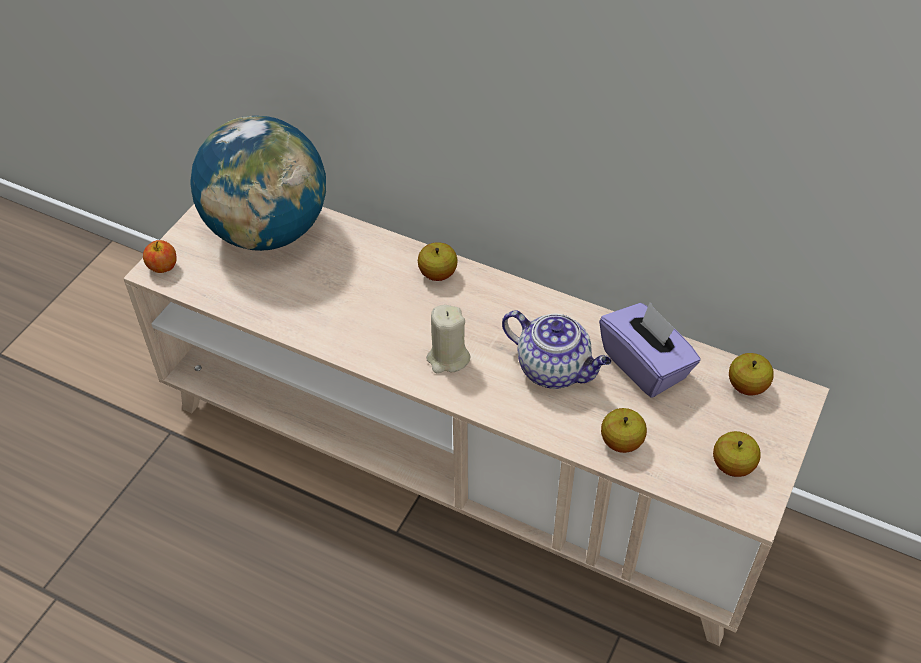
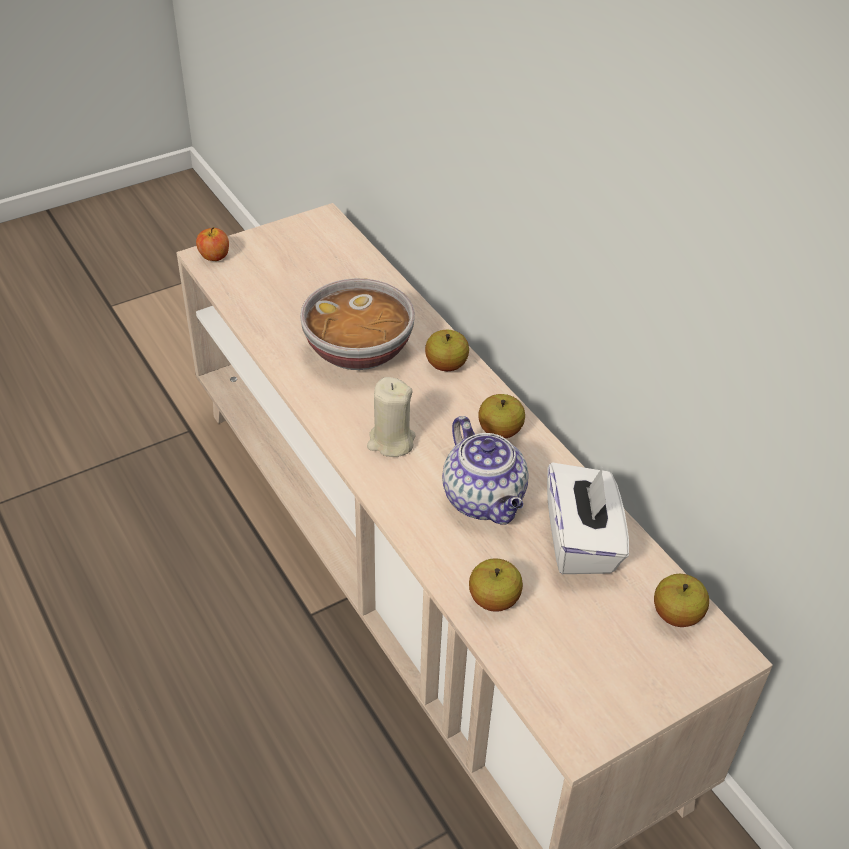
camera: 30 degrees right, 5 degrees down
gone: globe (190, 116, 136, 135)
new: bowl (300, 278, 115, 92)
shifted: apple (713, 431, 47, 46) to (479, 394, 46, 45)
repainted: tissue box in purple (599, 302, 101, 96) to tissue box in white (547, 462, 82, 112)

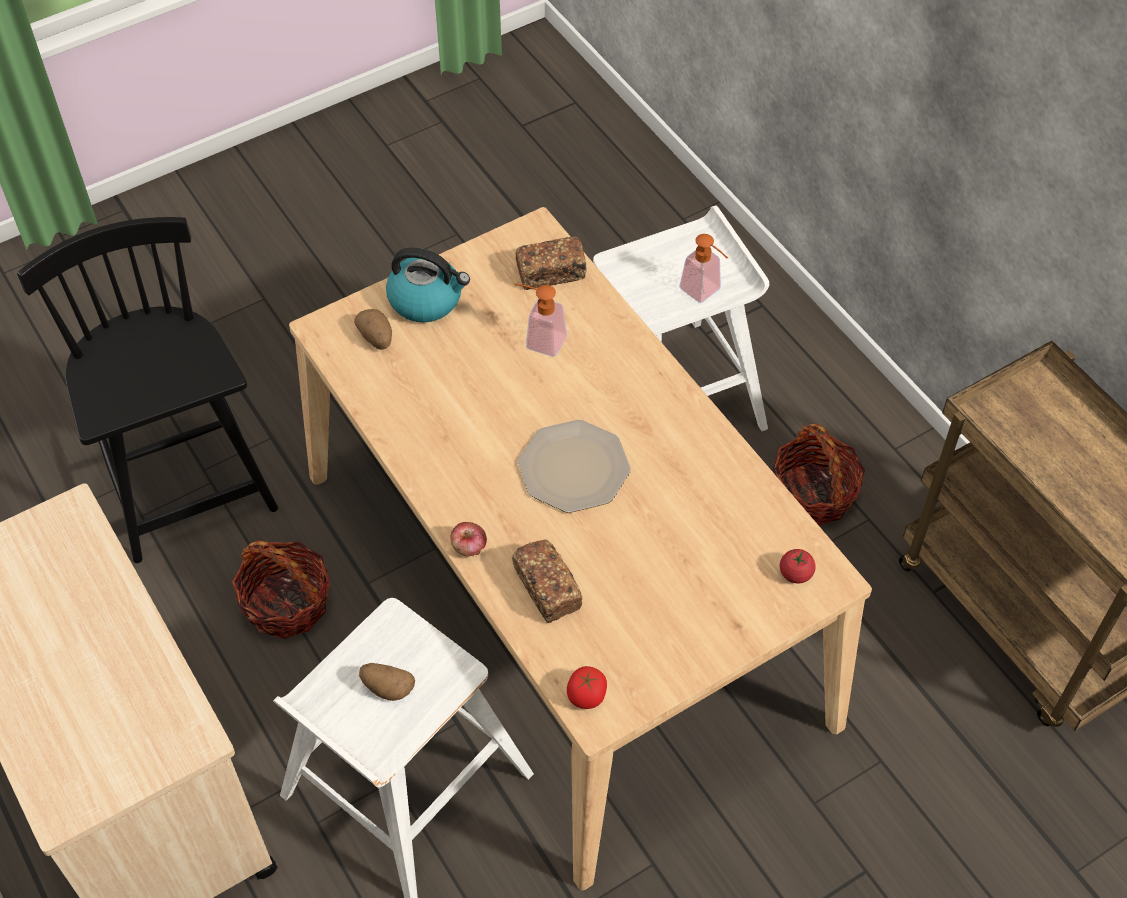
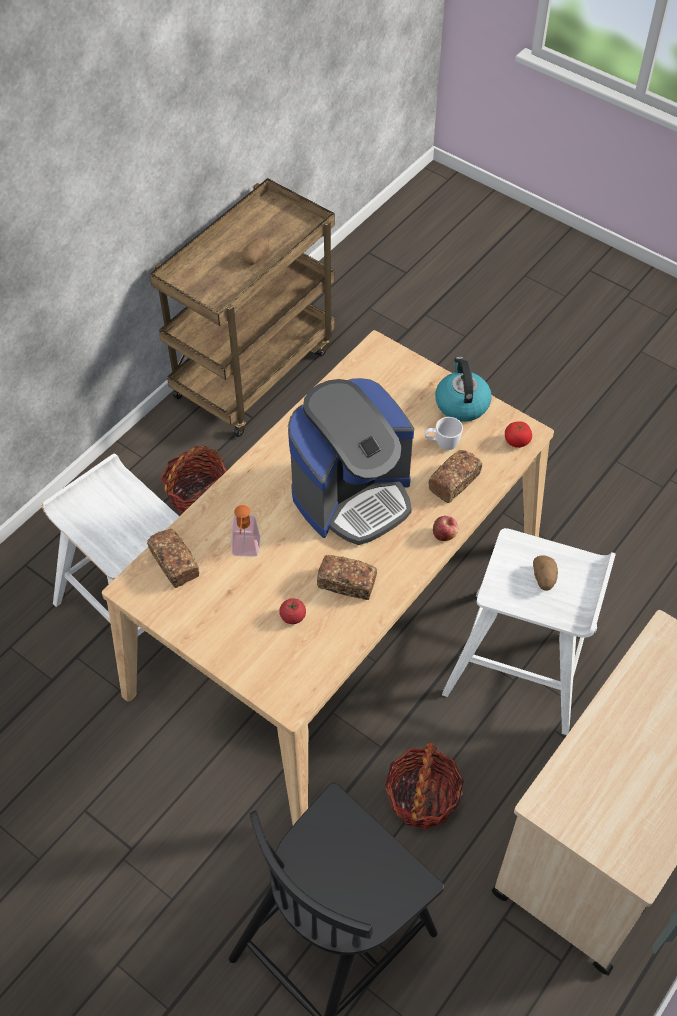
camera: 110 degrees left, 0 degrees up
gone: soap dispenser (679, 234, 49, 69)
new: bread (317, 555, 60, 45); mug in white (424, 417, 39, 33)
shifted: potato (354, 309, 38, 41) to (242, 237, 27, 28); kettle (386, 248, 84, 74) to (435, 357, 57, 65); tomato (780, 549, 36, 34) to (279, 598, 27, 26)
swapped: plate (518, 420, 113, 93) to coffee machine (288, 378, 126, 167)

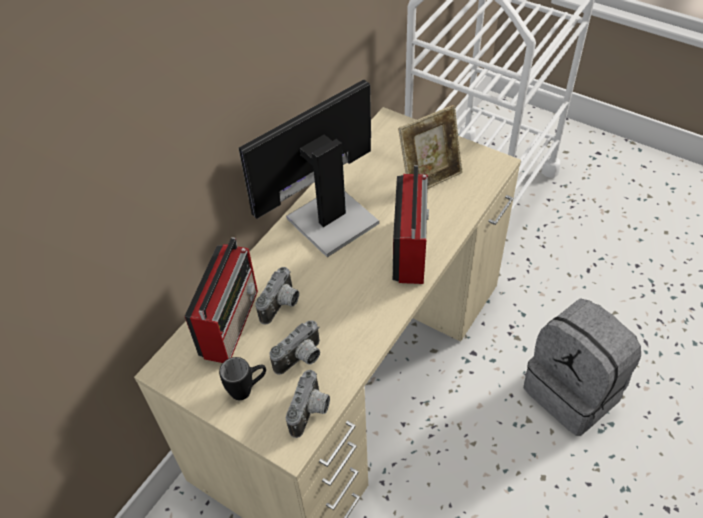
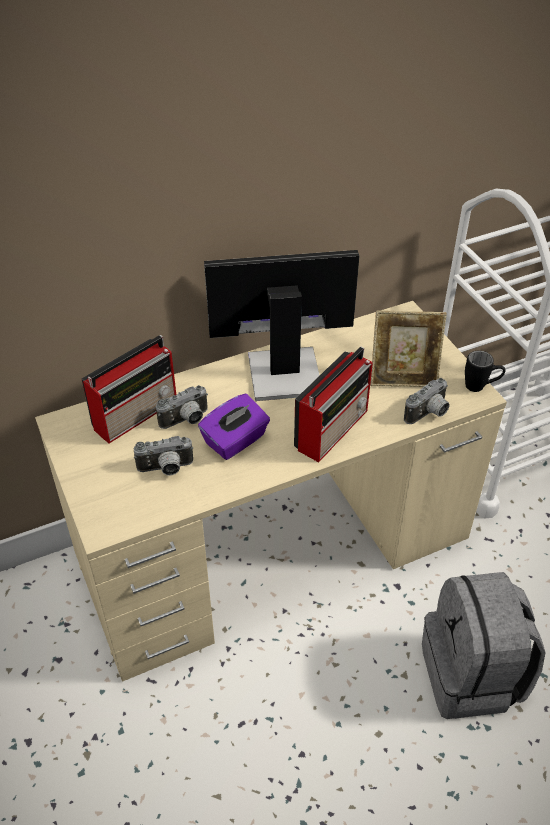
camera: 30 degrees right, 5 degrees down
new: tissue box in purple (198, 394, 72, 66)
shifted: mug in black (219, 357, 47, 43) to (465, 351, 41, 41); photo camera (286, 370, 44, 68) to (404, 378, 45, 46)

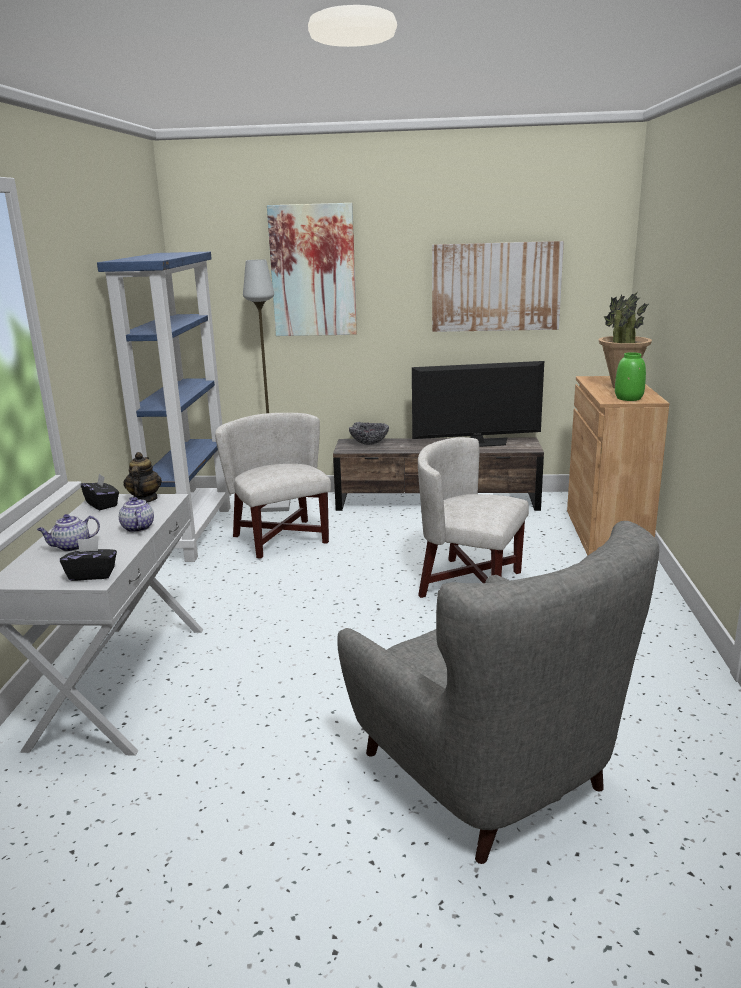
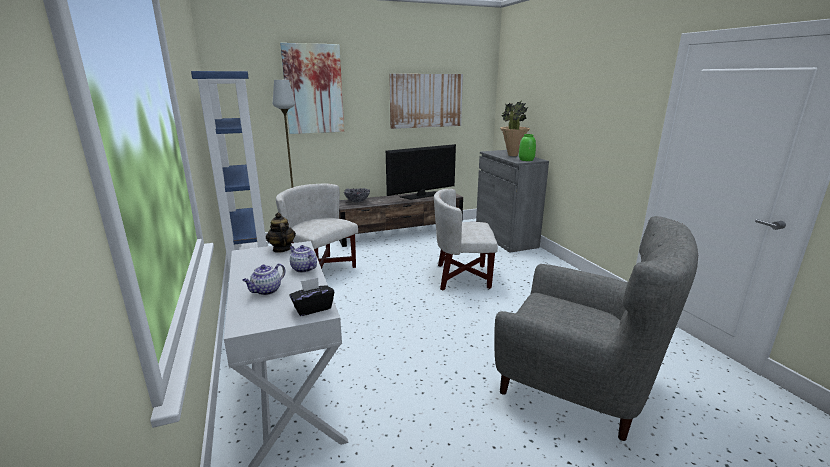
camera: 25 degrees left, 0 degrees up
gone: tissue box in black (81, 474, 38, 36)
repainted: cabinet in brown (567, 376, 102, 180) to cabinet in grey (476, 150, 73, 103)

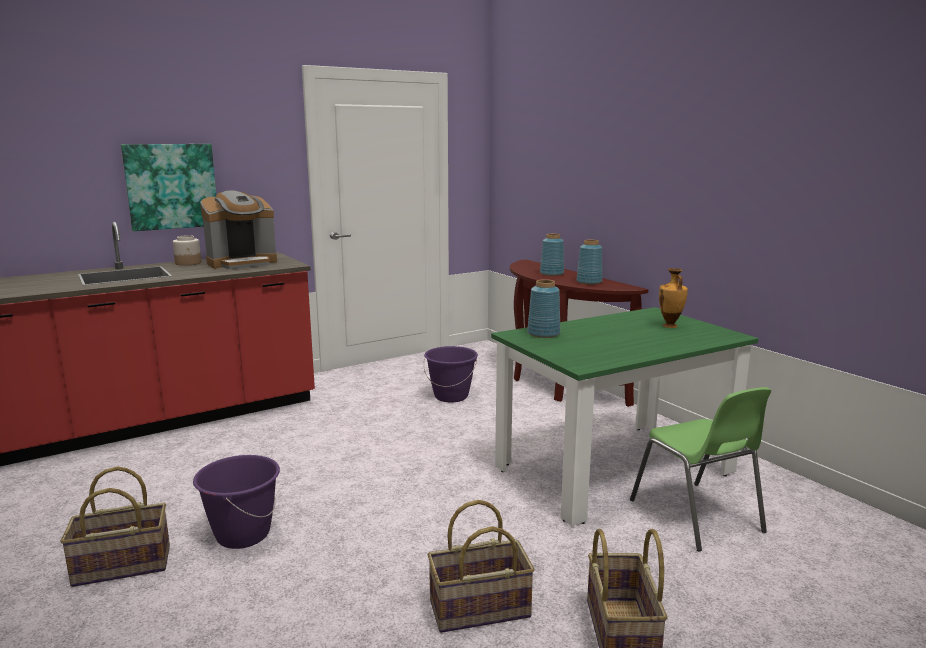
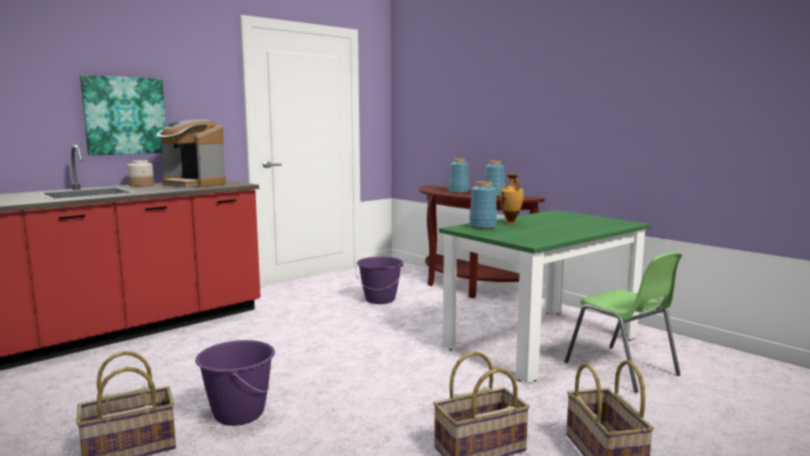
camera: 10 degrees left, 5 degrees down
shifted: vase (659, 268, 29, 60) to (500, 174, 24, 51)
rotated: coffee machine (200, 190, 77, 79) = (157, 119, 69, 68) 75 degrees clockwise

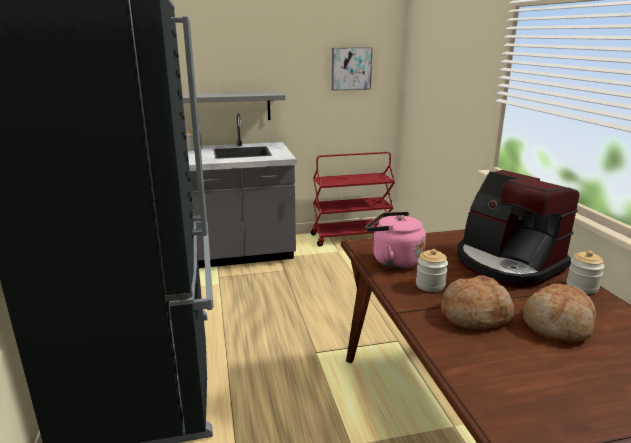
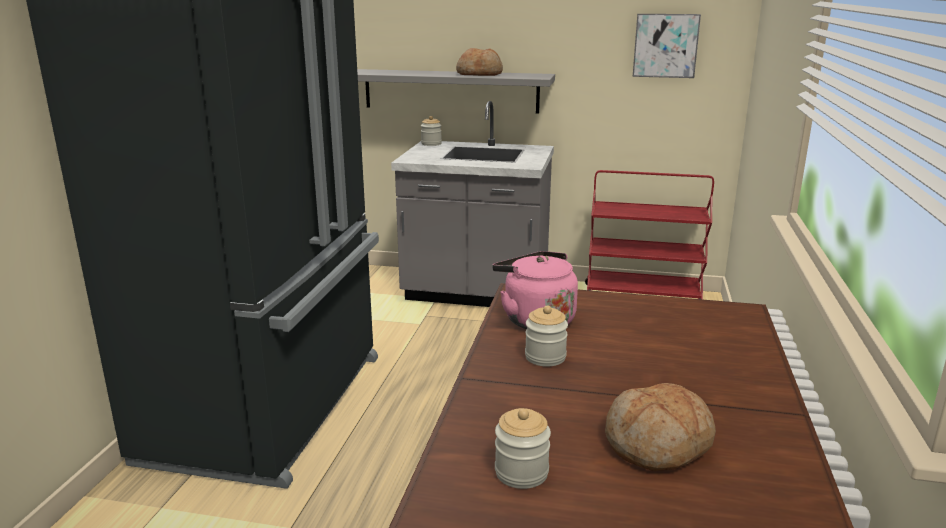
camera: 25 degrees right, 0 degrees up
gone: coffee machine (457, 170, 122, 118)
shifted: bread (441, 275, 73, 54) to (456, 48, 47, 28); jar (566, 250, 39, 44) to (495, 408, 56, 81)

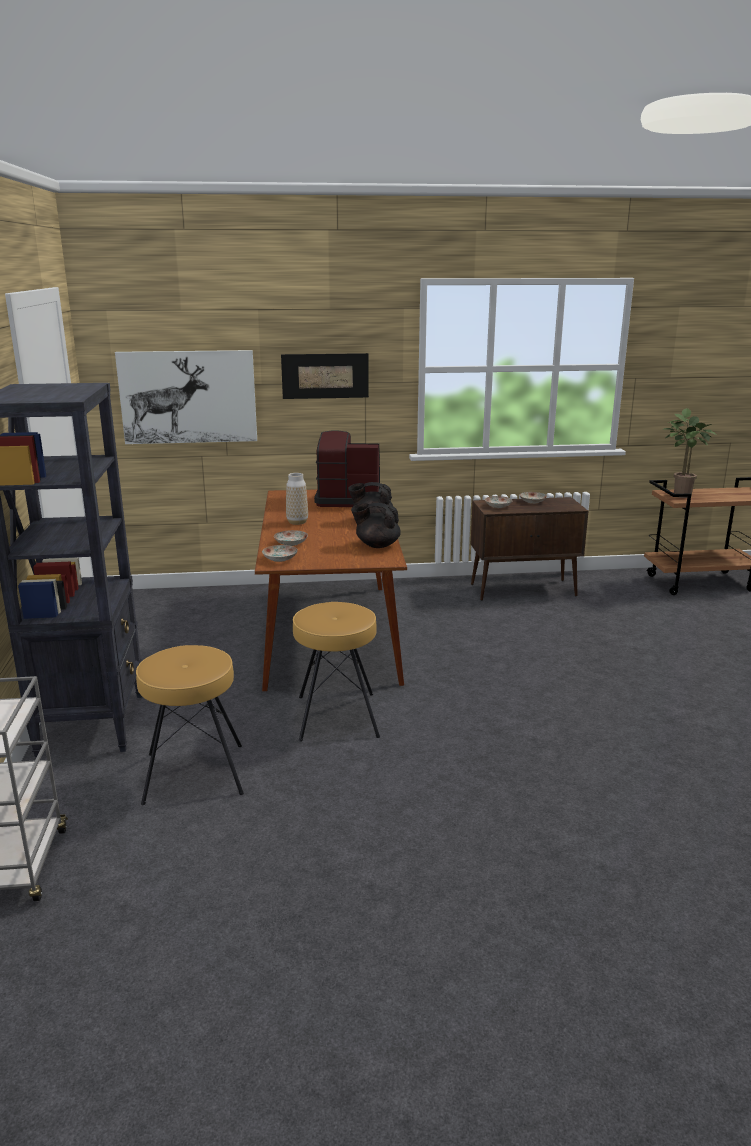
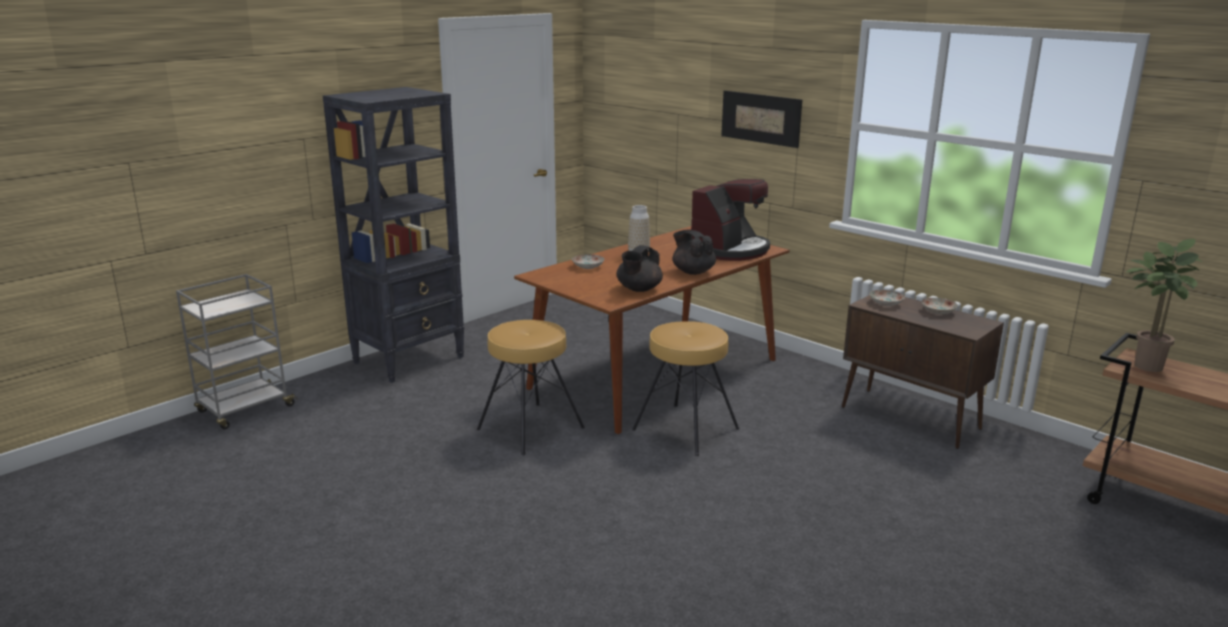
camera: 50 degrees right, 0 degrees up
gone: picture (115, 350, 142, 94); plate (262, 545, 36, 17)
shifted: stool in brown (136, 645, 108, 160) to (632, 321, 107, 135)
rotated: coffee machine (314, 430, 67, 77) = (691, 179, 79, 82) 75 degrees clockwise; teapot in black (351, 503, 50, 45) = (617, 245, 46, 47) 120 degrees counterclockwise

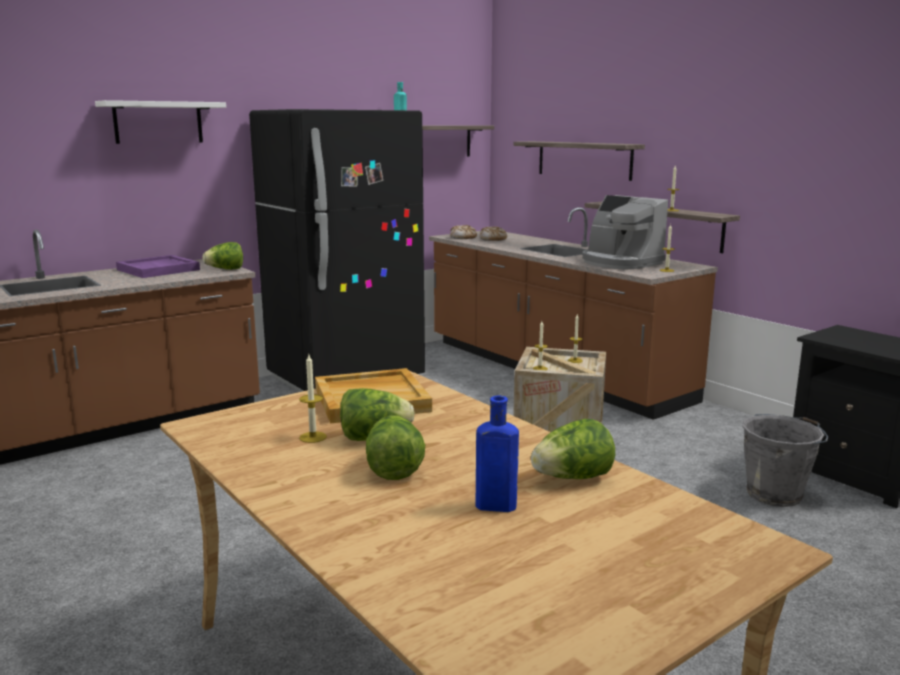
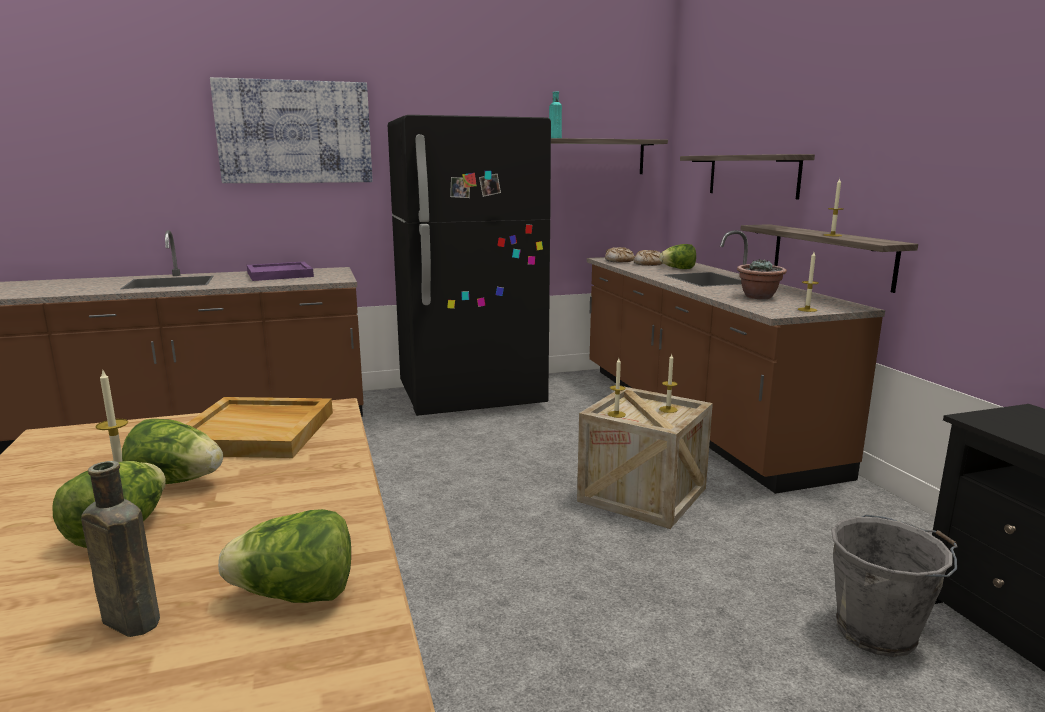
camera: 20 degrees right, 0 degrees up
shifted: lettuce (202, 242, 41, 28) to (659, 244, 37, 25)
swapped: shelf in white (95, 100, 131, 44) to picture (210, 77, 163, 106); coffee machine (582, 195, 86, 74) to potted plant (737, 259, 50, 40)
repainted: bottle in blue (475, 396, 44, 116) to bottle in brown (81, 461, 79, 176)

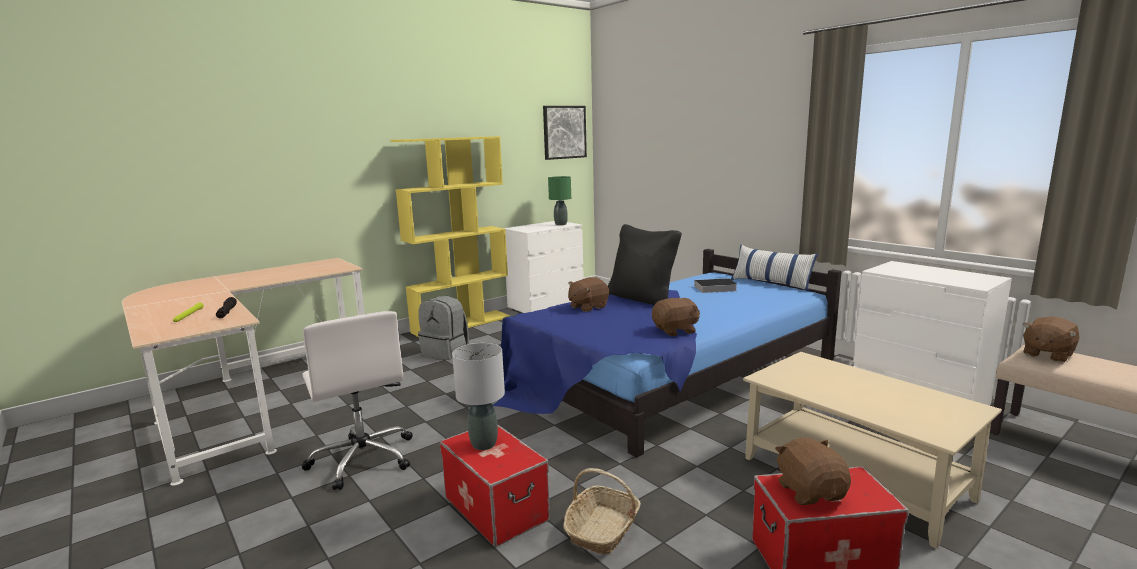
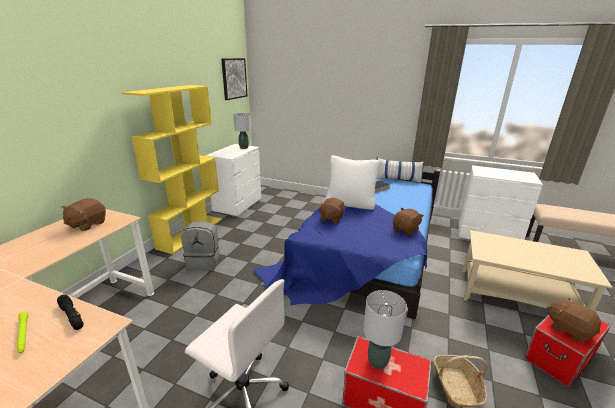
camera: 30 degrees left, 10 degrees up
shifted: plush toy in brown (1022, 317, 58, 45) to (62, 198, 44, 33)
repainted: table lamp in green (548, 176, 23, 49) to table lamp in grey (233, 113, 18, 36); pillow in black (608, 224, 74, 81) to pillow in white (325, 155, 55, 55)

